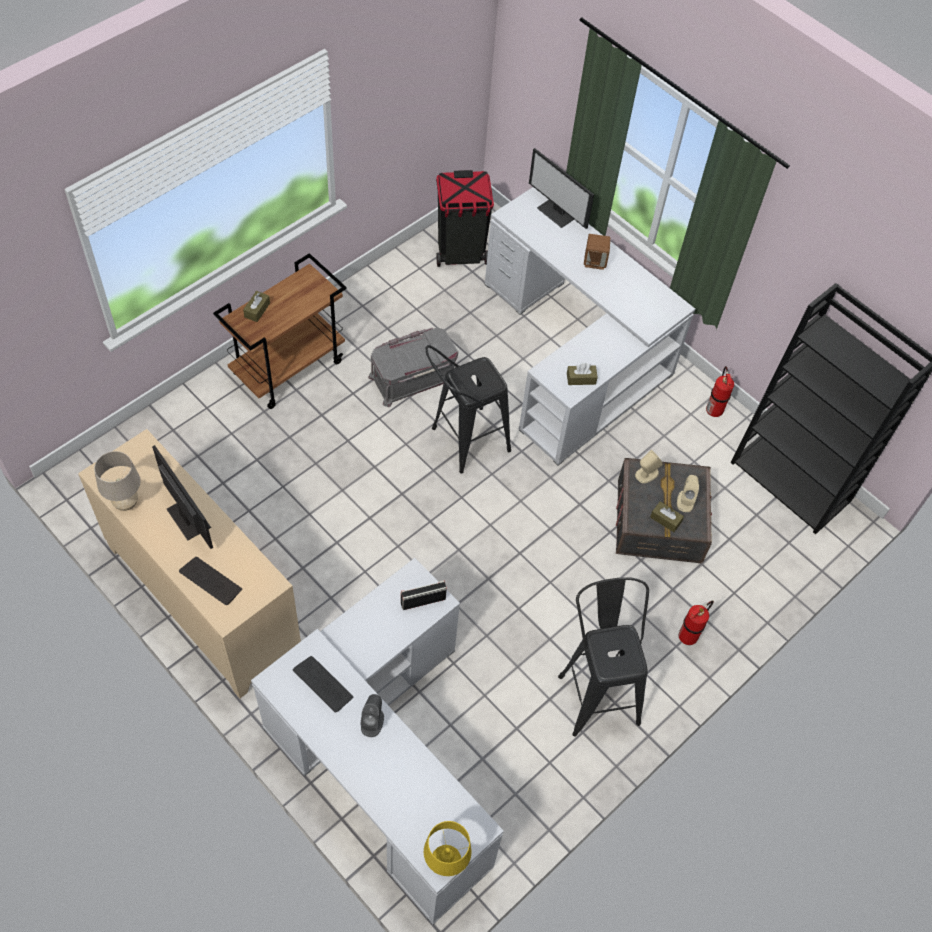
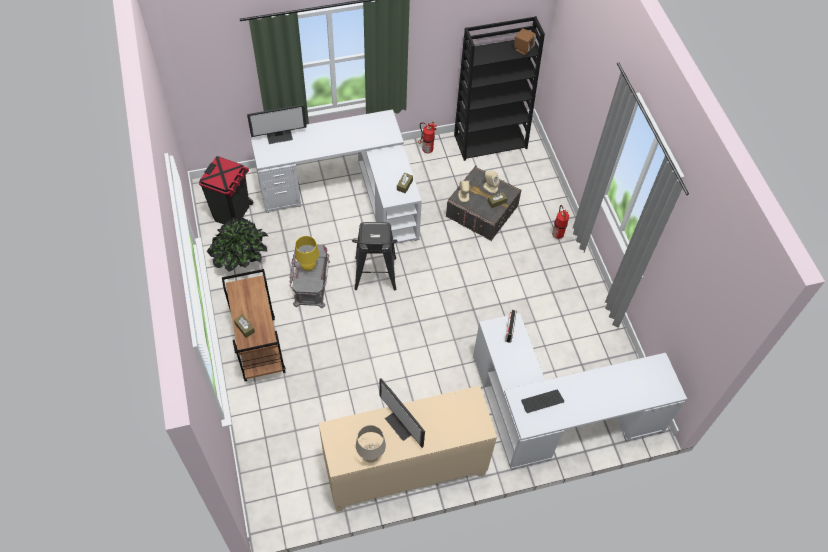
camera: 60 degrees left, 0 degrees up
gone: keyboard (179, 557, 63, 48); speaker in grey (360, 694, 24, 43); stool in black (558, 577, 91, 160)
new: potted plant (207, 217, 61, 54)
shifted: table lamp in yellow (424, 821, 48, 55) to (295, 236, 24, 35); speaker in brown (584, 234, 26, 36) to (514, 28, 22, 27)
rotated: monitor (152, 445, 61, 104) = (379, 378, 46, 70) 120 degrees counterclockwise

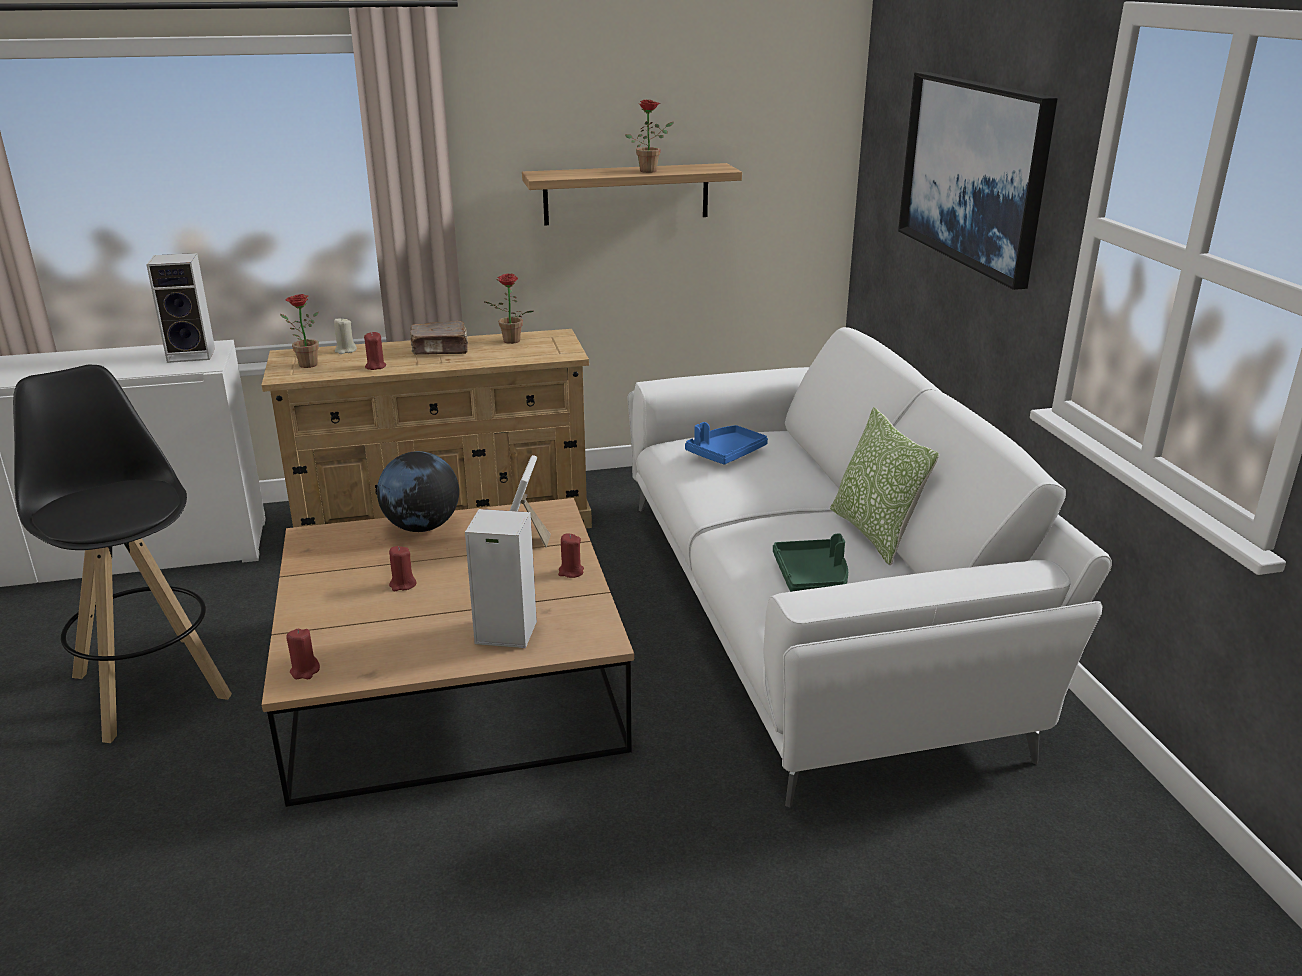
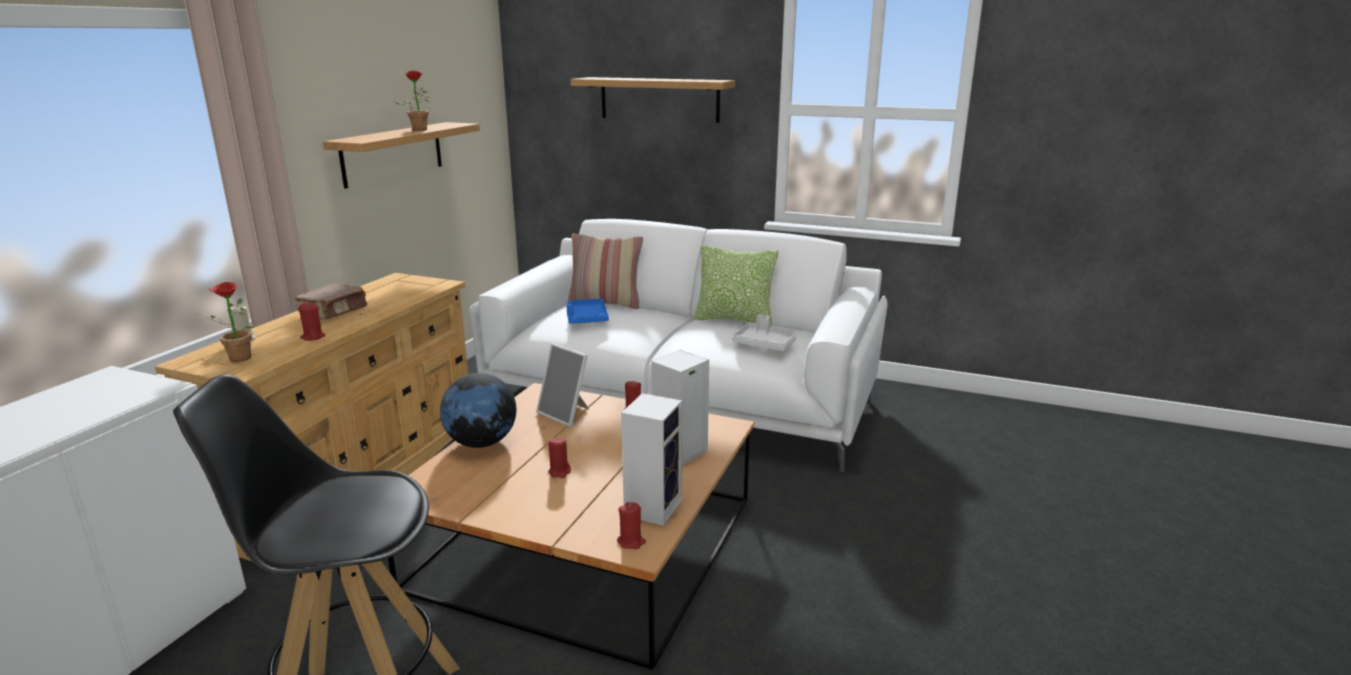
camera: 55 degrees left, 5 degrees down
gone: potted plant (484, 273, 50, 71)
new: pillow (568, 233, 75, 76)
shifted: speaker (146, 253, 69, 110) to (621, 393, 61, 133)
swapped: picture (898, 72, 160, 218) to shelf (571, 77, 164, 46)
repainted: tray in green (773, 533, 75, 59) to tray in white (732, 314, 64, 37)

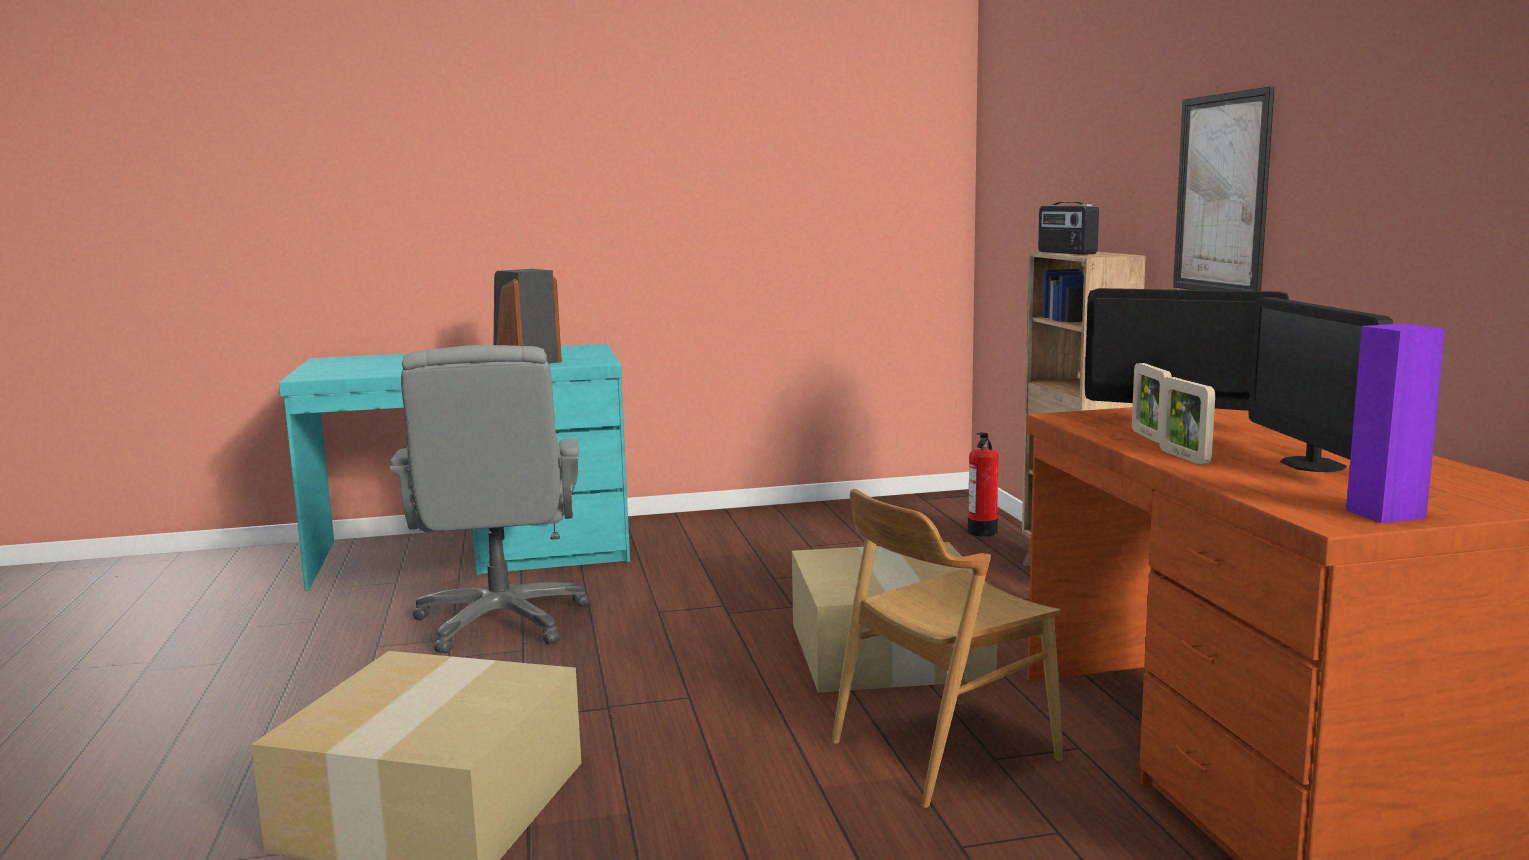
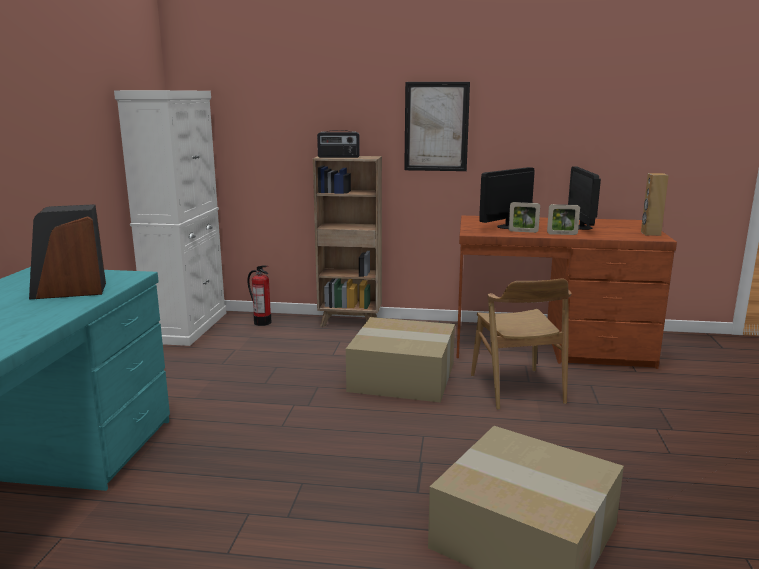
camera: 70 degrees left, 5 degrees up
gone: office chair in grey (389, 345, 201, 308)
new: cabinet in white (114, 90, 112, 256)
repainted: speaker in purple (1346, 323, 99, 200) to speaker in brown (641, 173, 28, 63)
rotated: monitor (1249, 297, 144, 175) = (568, 167, 33, 63) 75 degrees clockwise

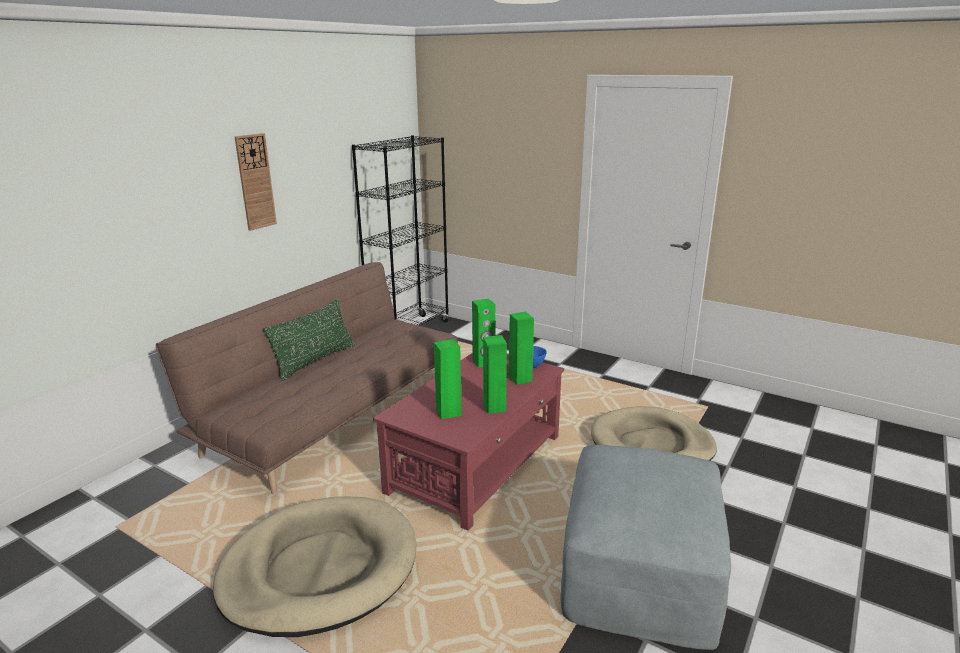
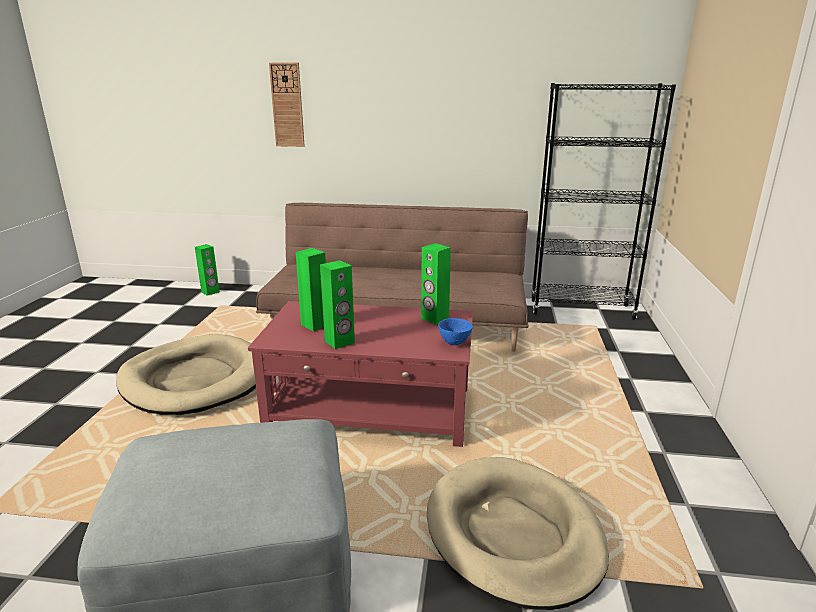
camera: 65 degrees right, 0 degrees up
gone: pillow in green (263, 299, 92, 82)
shifted: wall clock (235, 133, 42, 98) to (269, 63, 36, 84); speaker in green (509, 312, 25, 73) to (195, 244, 25, 52)

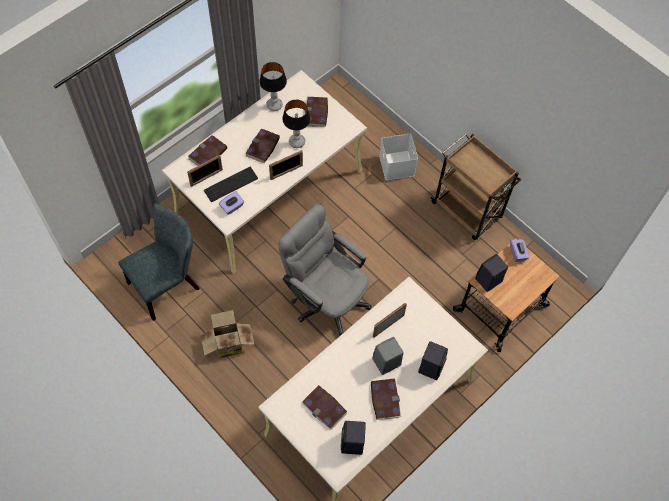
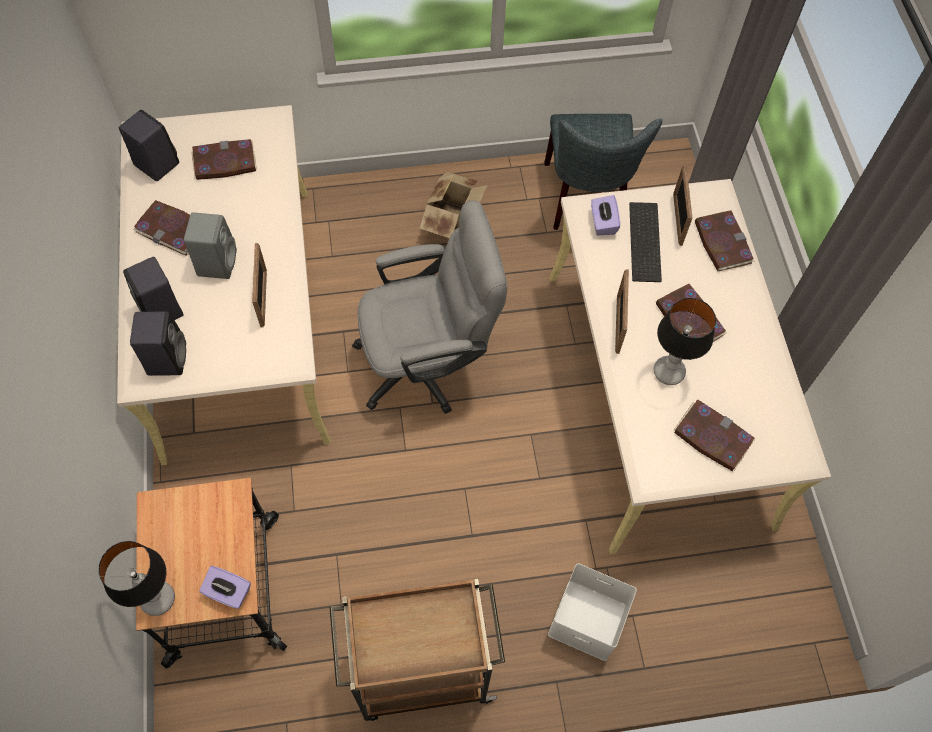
camera: 125 degrees right, 0 degrees up
shifted: table lamp (259, 62, 28, 49) to (99, 541, 76, 75); speaker in black (475, 254, 33, 38) to (130, 311, 56, 65)

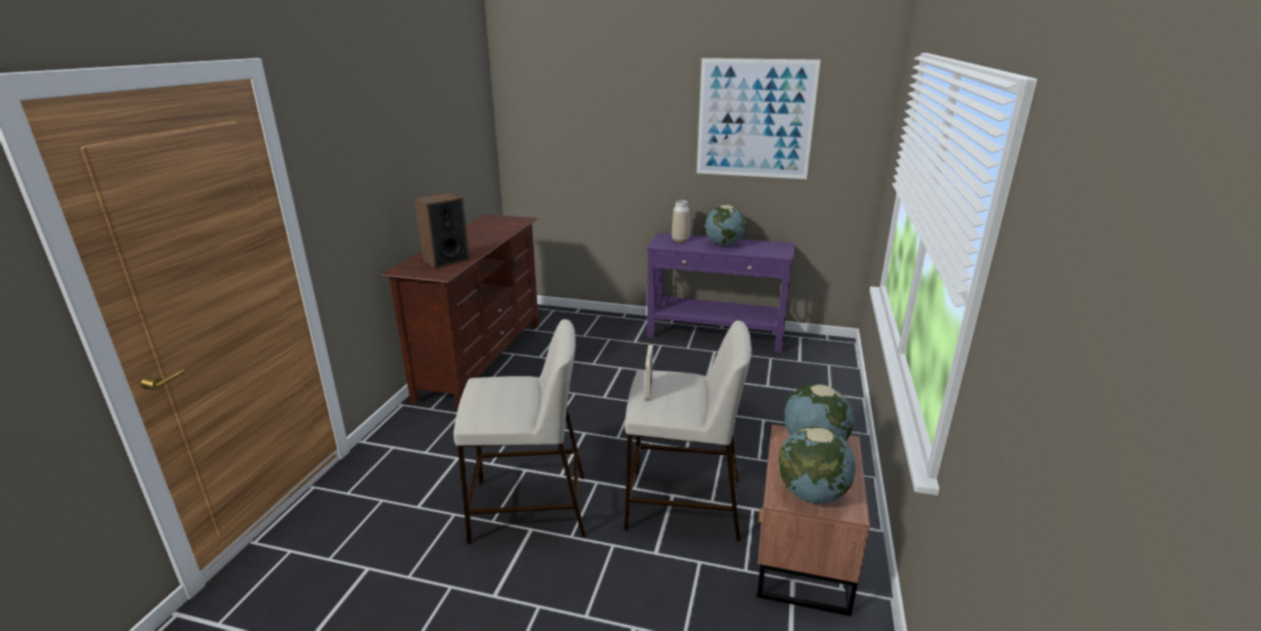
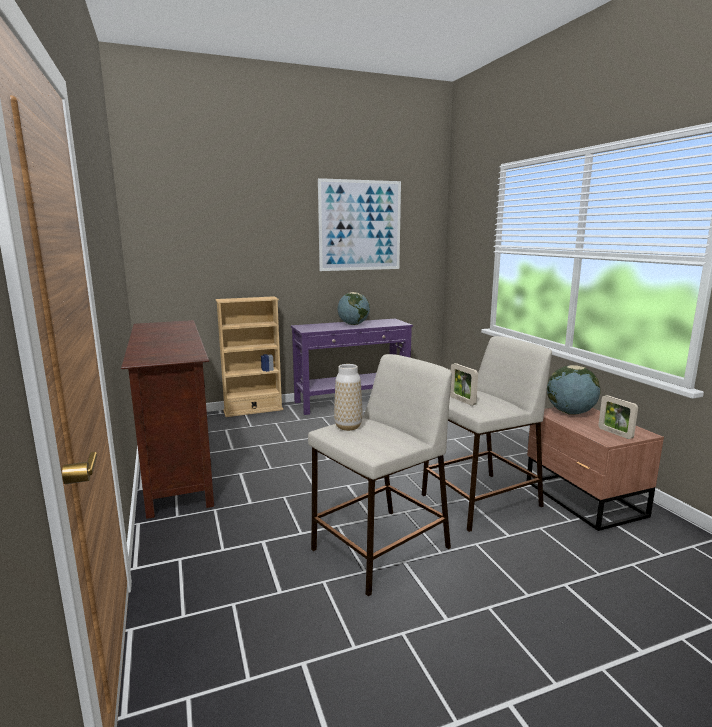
camera: 35 degrees left, 10 degrees down
gone: speaker (414, 193, 56, 76)
new: bookcase in beige (215, 296, 68, 121)
shifted: vase (672, 200, 18, 43) to (334, 364, 29, 67)
swapped: globe (778, 426, 78, 78) to picture frame (598, 395, 40, 44)

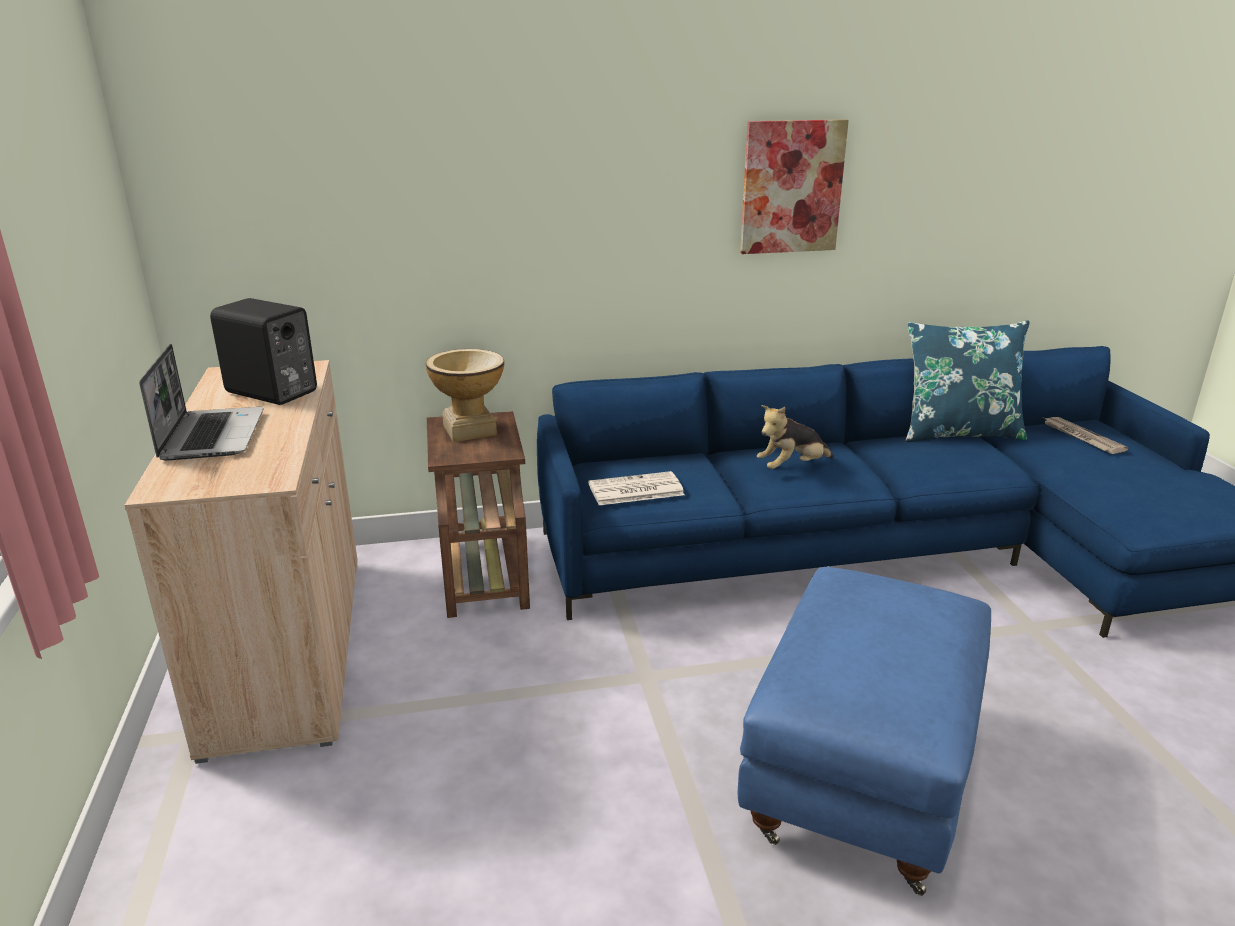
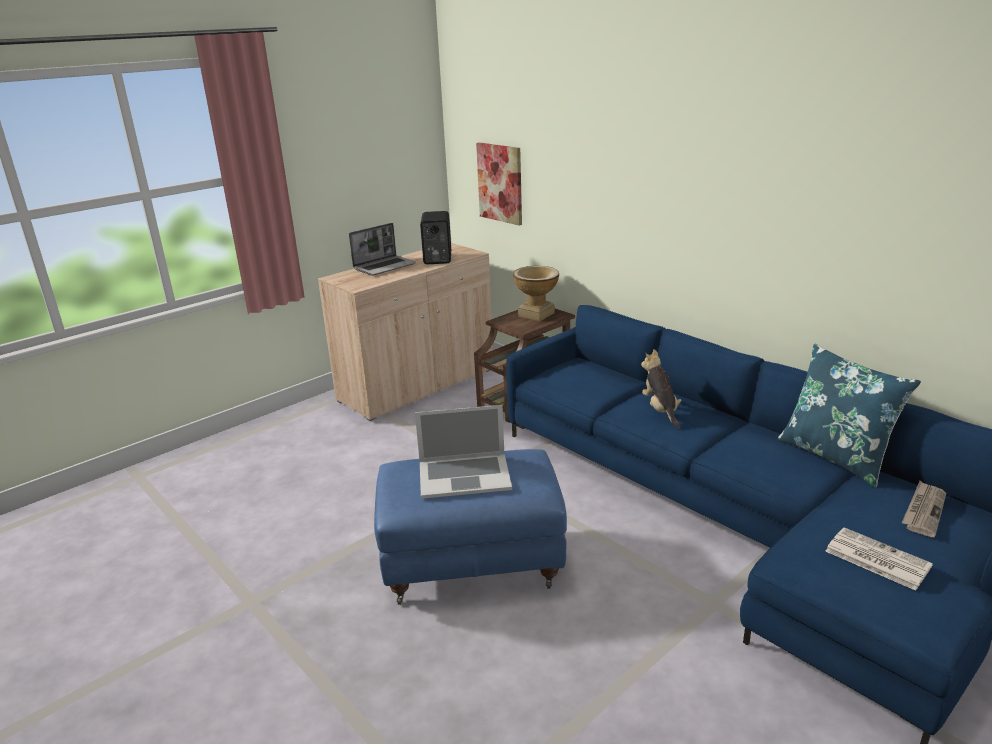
camera: 60 degrees right, 0 degrees up
new: laptop (415, 405, 97, 94)
shifted: newspaper (588, 471, 97, 34) to (825, 527, 108, 64); picture (740, 119, 109, 135) to (476, 142, 46, 84)
rotated: plush toy (757, 405, 77, 64) = (641, 349, 40, 80) 45 degrees clockwise

